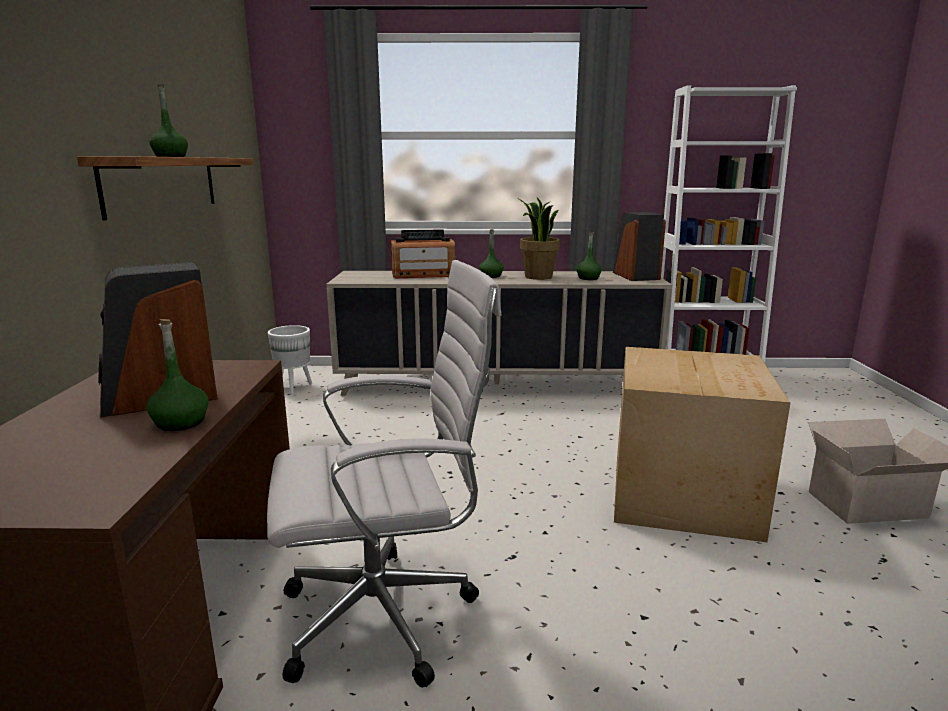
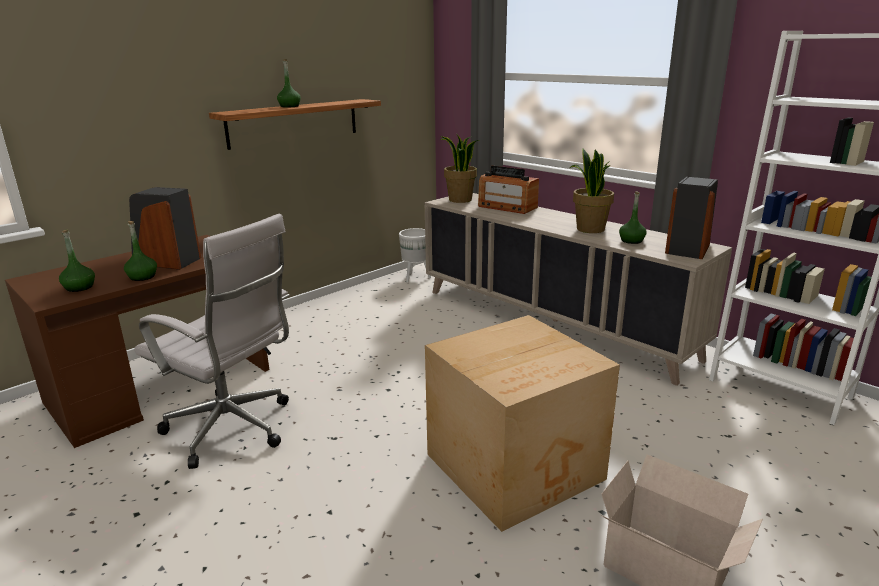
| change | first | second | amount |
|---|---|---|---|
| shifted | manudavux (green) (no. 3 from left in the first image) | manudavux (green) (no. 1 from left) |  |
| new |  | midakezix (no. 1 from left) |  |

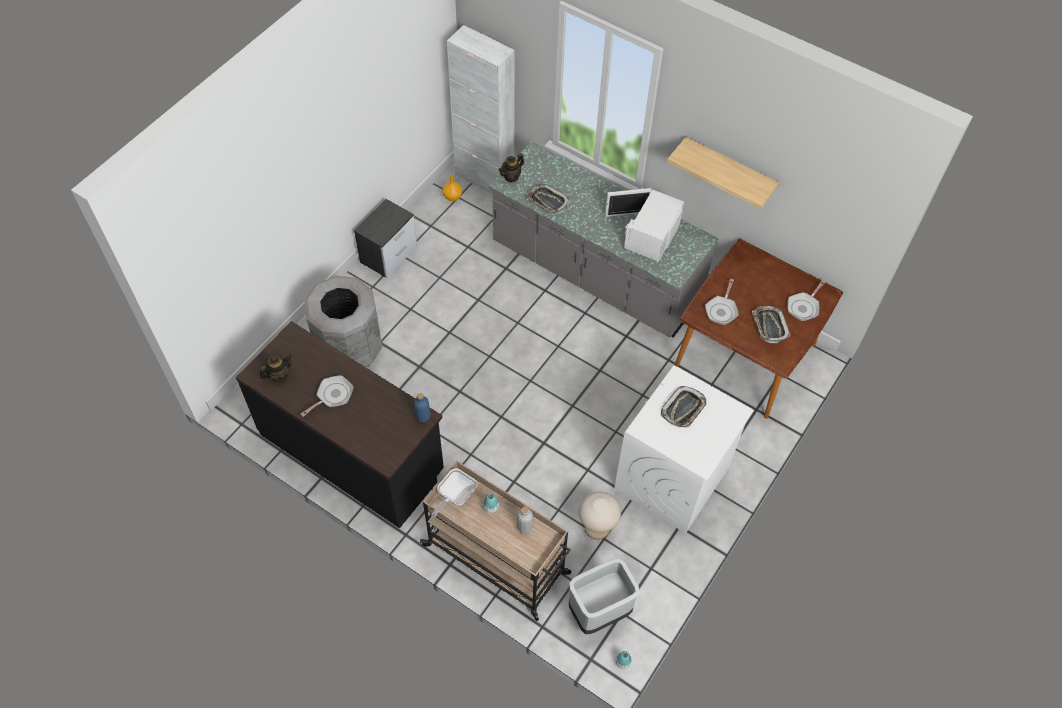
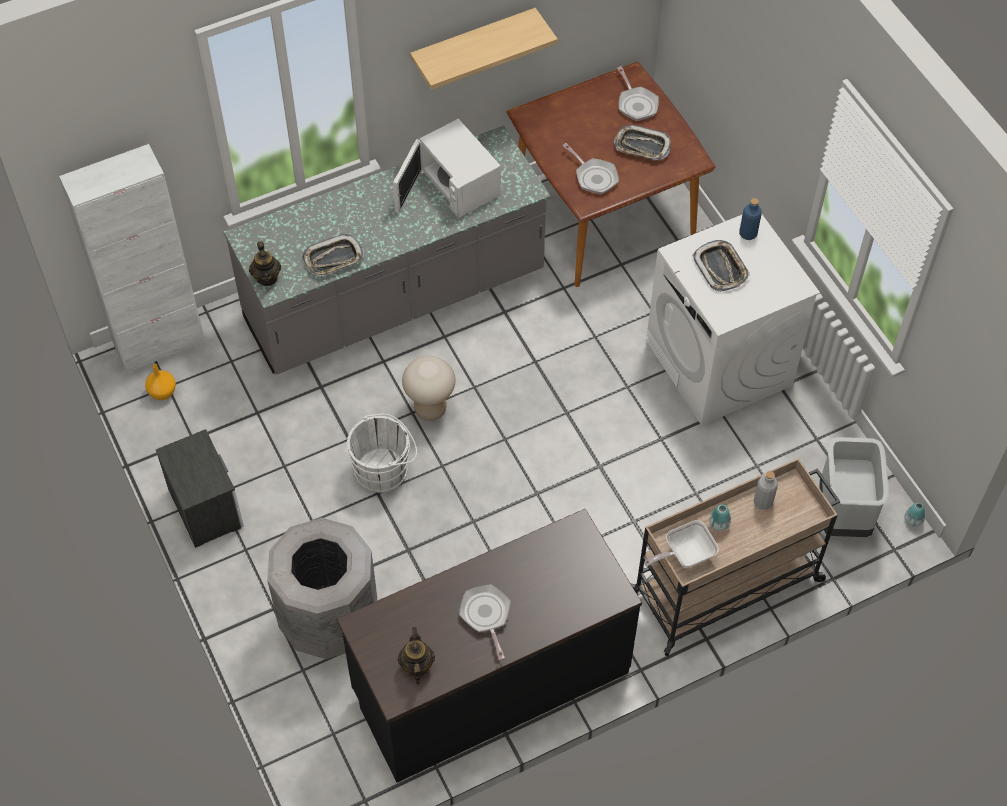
| change | first | second | amount |
|---|---|---|---|
| shifted | manudavux (blue) |  |  |
| rotated | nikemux (no. 2 from left in the first image) | nikemux (no. 4 from left) | 90 degrees clockwise |
| shifted | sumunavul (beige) |  |  |
| new |  | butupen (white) |  |

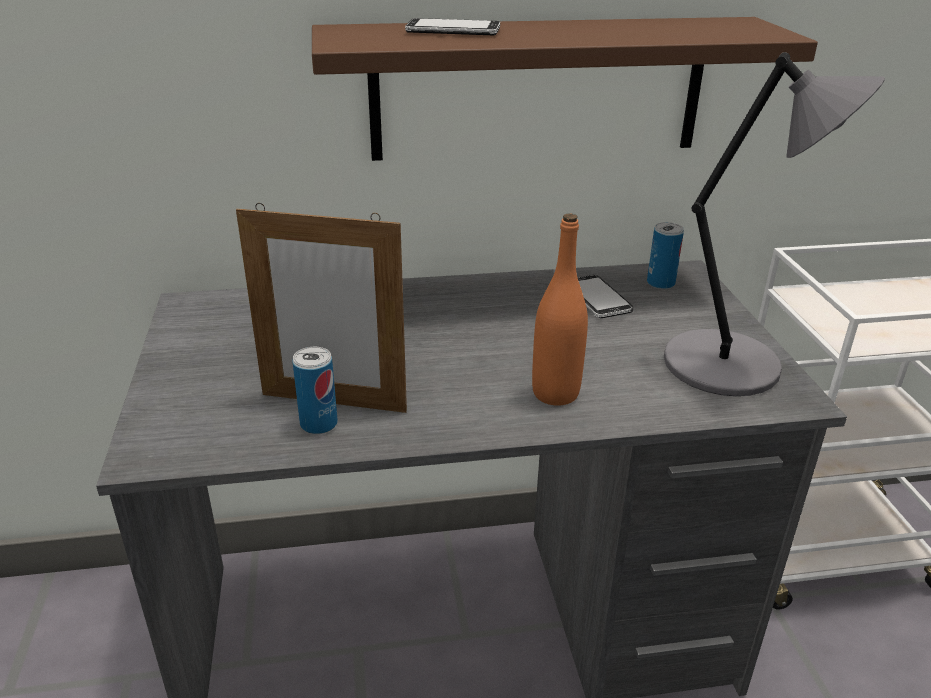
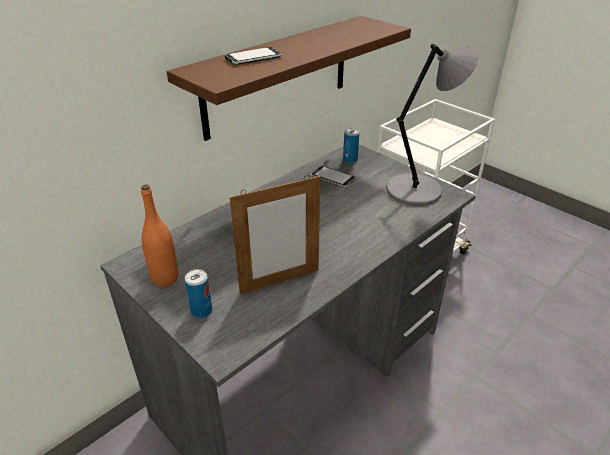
| change | first | second | amount |
|---|---|---|---|
| shifted | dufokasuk (no. 1 from left) |  |  |
| shifted | manudavux (orange) |  |  |

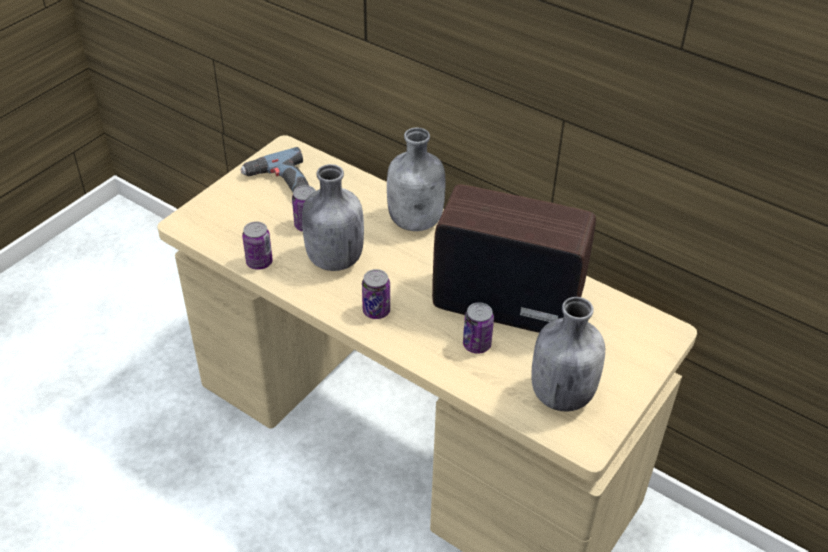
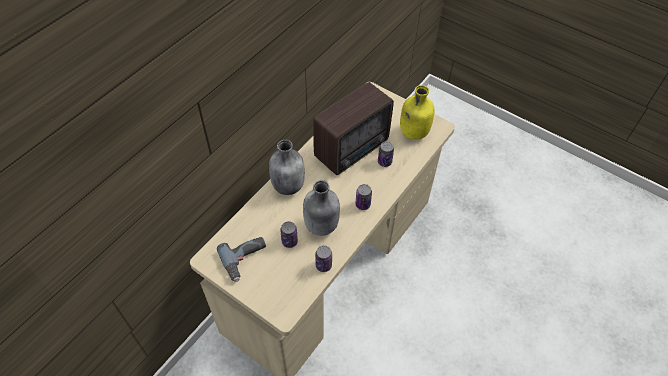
| change | first | second | amount |
|---|---|---|---|
| rotated | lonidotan |  | 150 degrees counterclockwise |
| repainted | manudavux (grey) (no. 3 from left) | manudavux (yellow) |  |

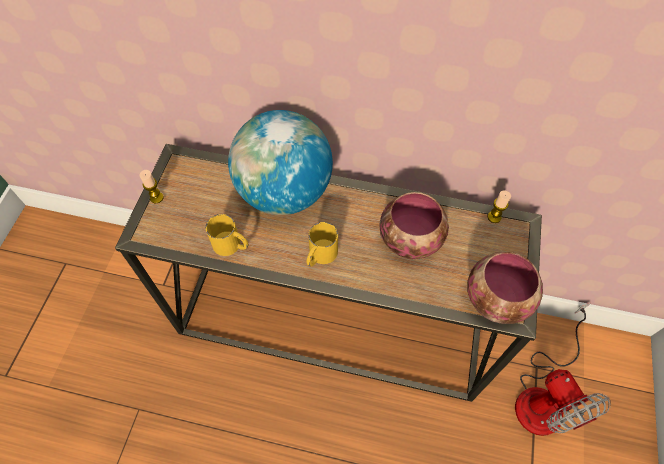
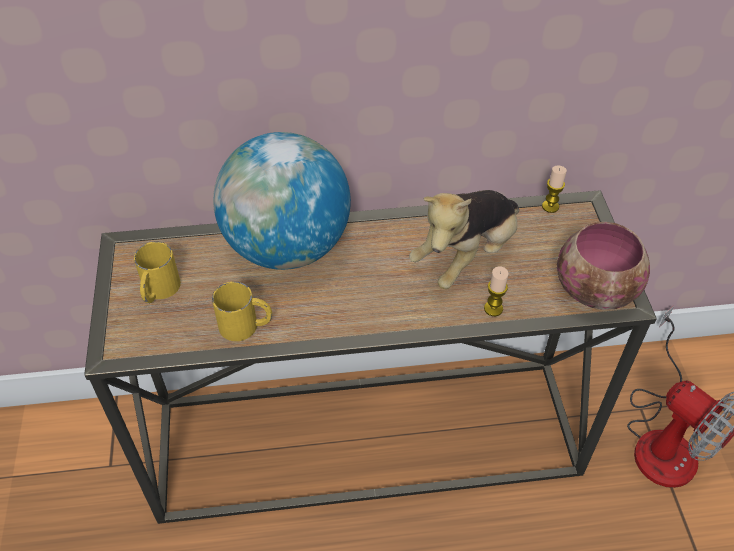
| change | first | second | amount |
|---|---|---|---|
| shifted | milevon (no. 1 from left) |  |  |
| shifted | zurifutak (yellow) (no. 2 from left in the first image) | zurifutak (yellow) (no. 1 from left) |  |
| swapped | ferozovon (no. 1 from left) | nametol |  |

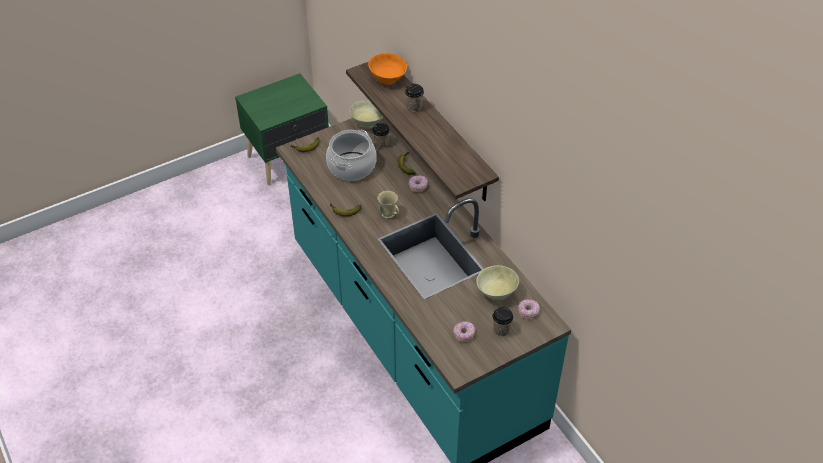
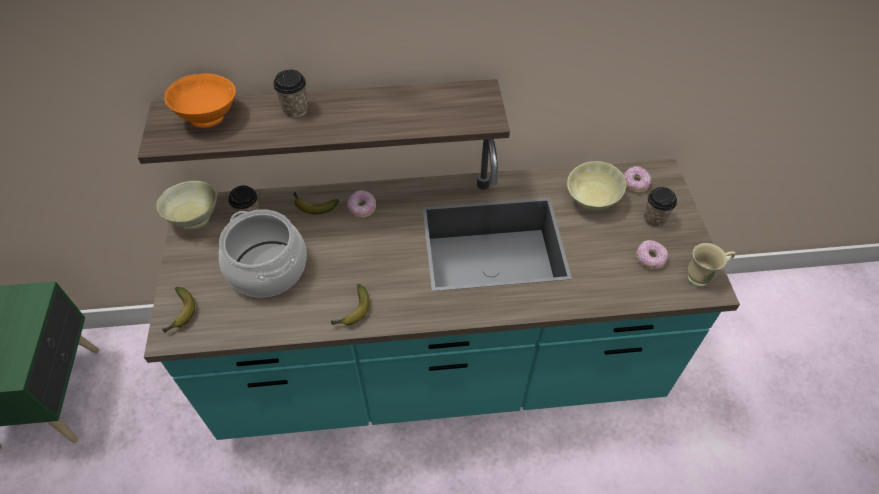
| change | first | second | amount |
|---|---|---|---|
| shifted | zurifutak (beige) |  |  |

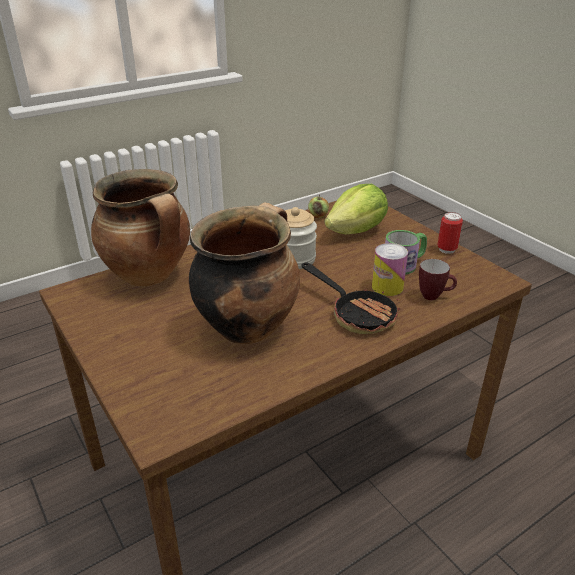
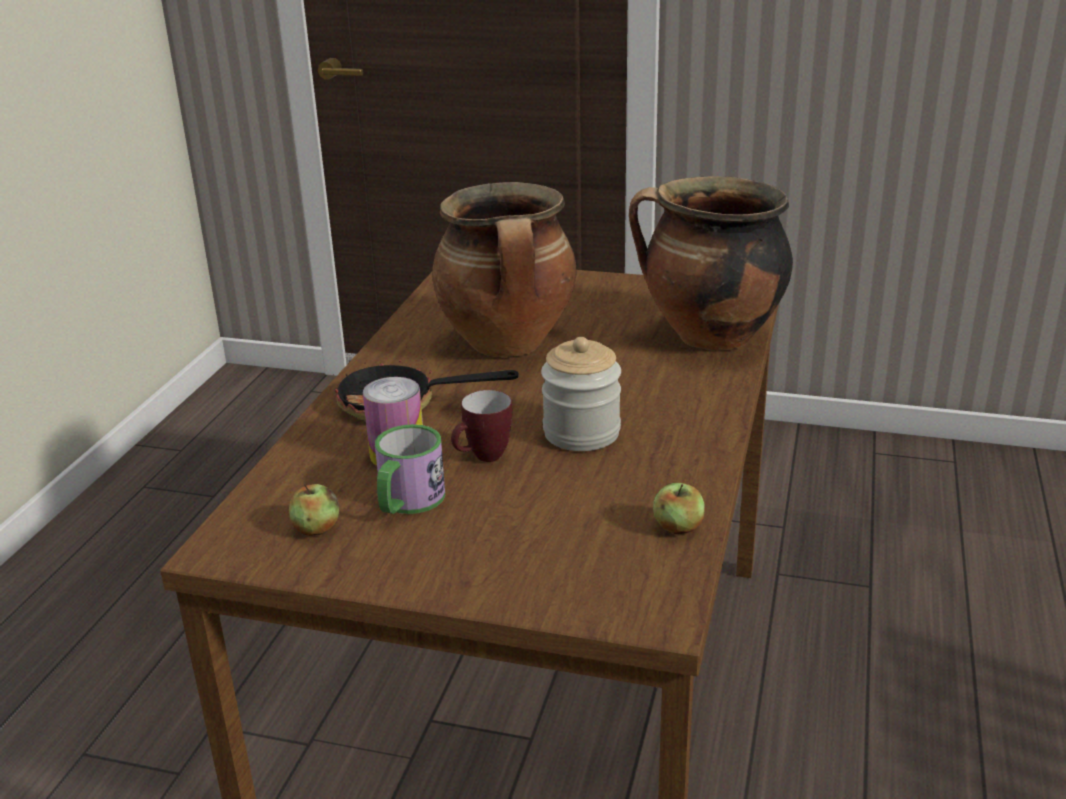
| change | first | second | amount |
|---|---|---|---|
| gone | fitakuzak |  |  |
| shifted | zurifutak (no. 2 from left) |  |  |
| gone | dufokasuk (no. 2 from left) |  |  |
| new |  | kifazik (no. 1 from left) |  |

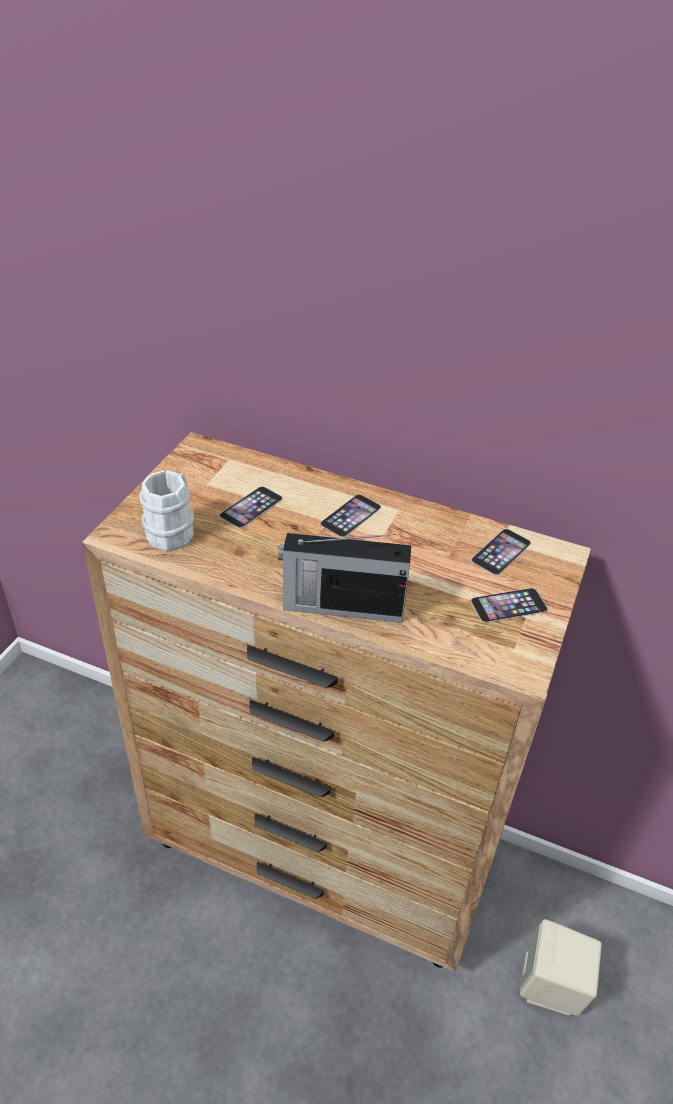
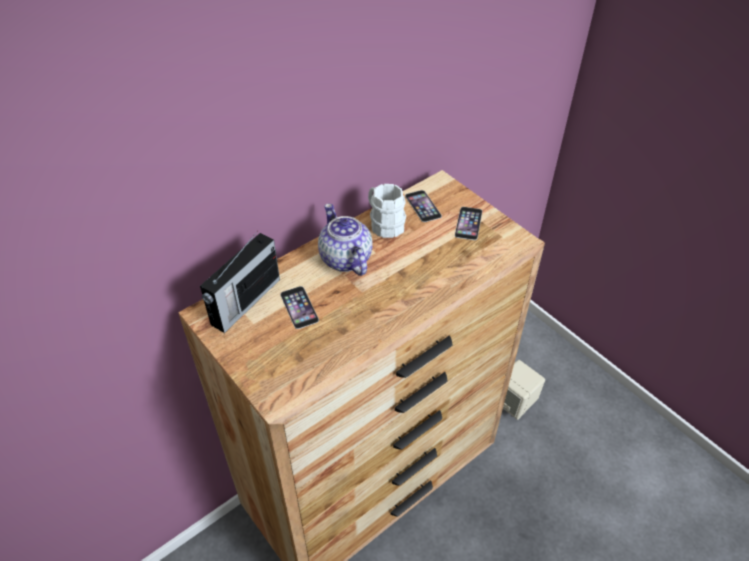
| change | first | second | amount |
|---|---|---|---|
| shifted | zurifutak (white) |  |  |
| shifted | lonidotan |  |  |
| swapped | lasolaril (no. 2 from left) | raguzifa |  |

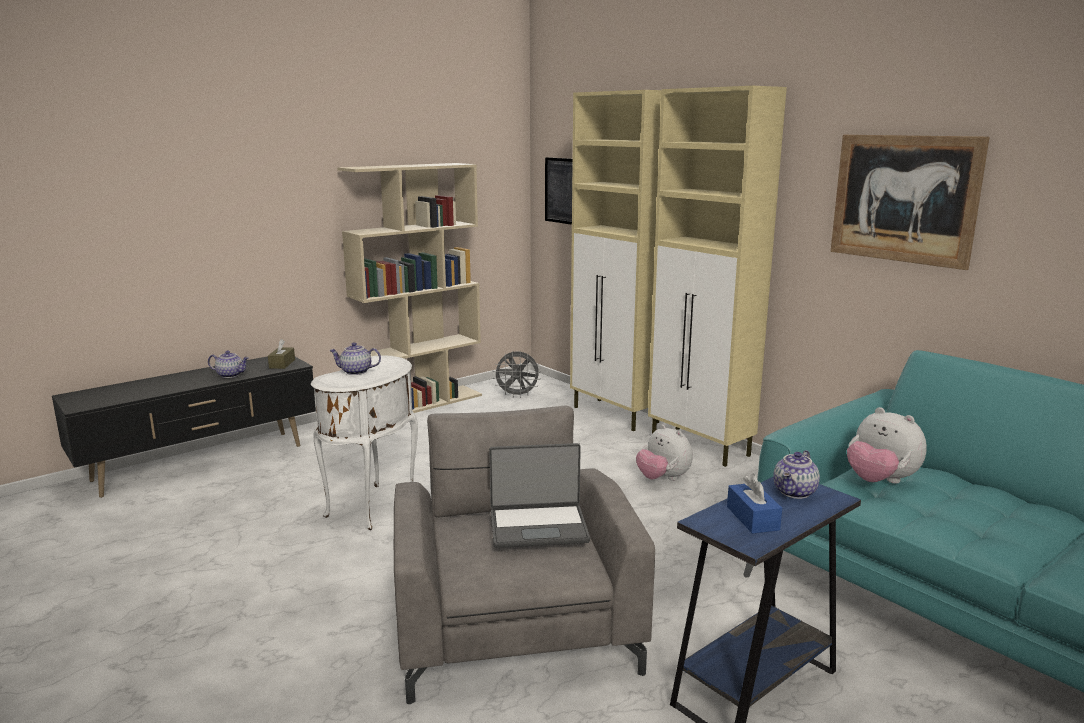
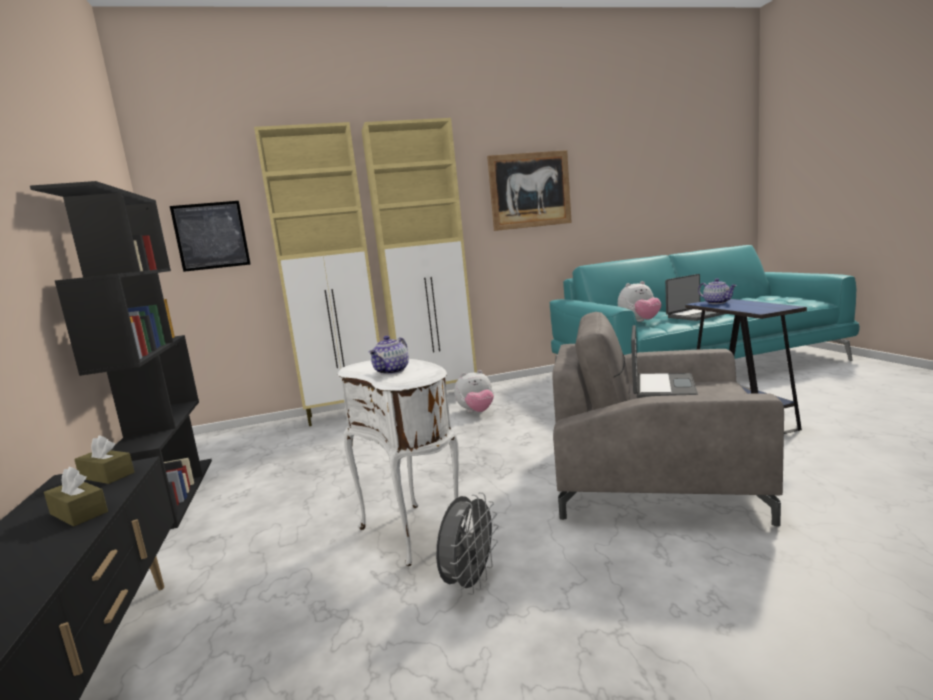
| change | first | second | amount |
|---|---|---|---|
| swapped | raguzifa (no. 1 from left) | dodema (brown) (no. 1 from left) |  |
| repainted | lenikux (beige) | lenikux (black) |  |
| shifted | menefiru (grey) |  |  |
| gone | dodema (blue) |  |  |
| new |  | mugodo (no. 2 from left) |  |

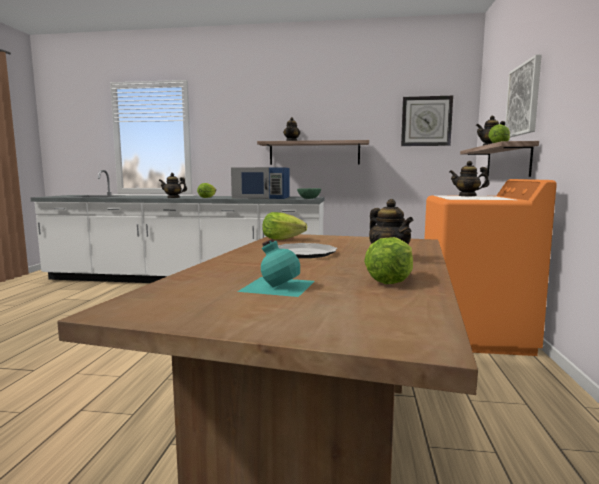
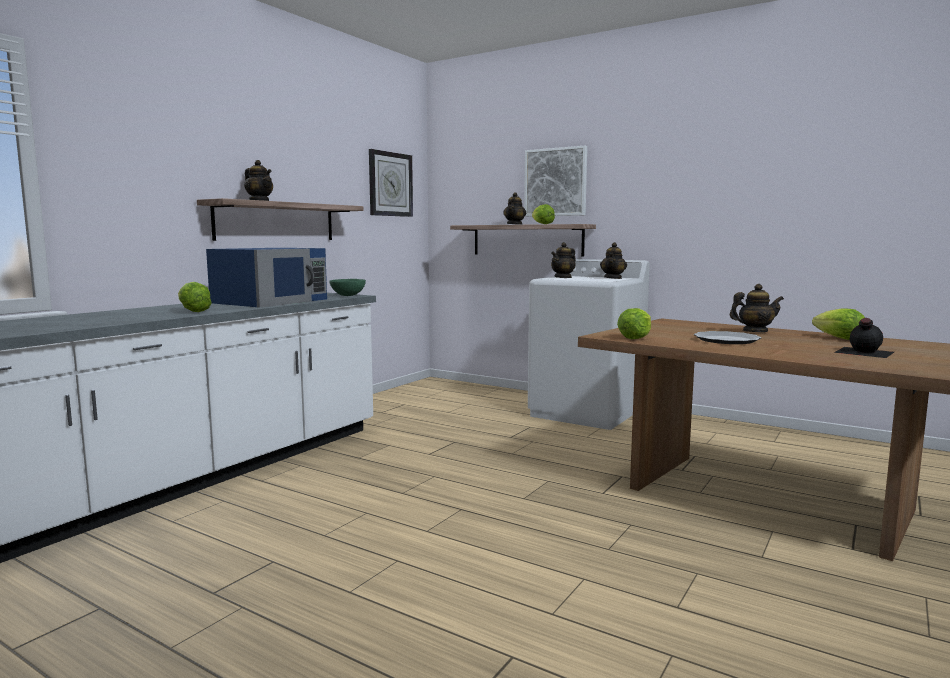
| change | first | second | amount |
|---|---|---|---|
| shifted | raguzifa (no. 1 from left in the first image) | raguzifa (no. 4 from left) |  |
| repainted | manudavux (turquoise) | manudavux (black) |  |
| repainted | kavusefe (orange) | kavusefe (white) |  |

